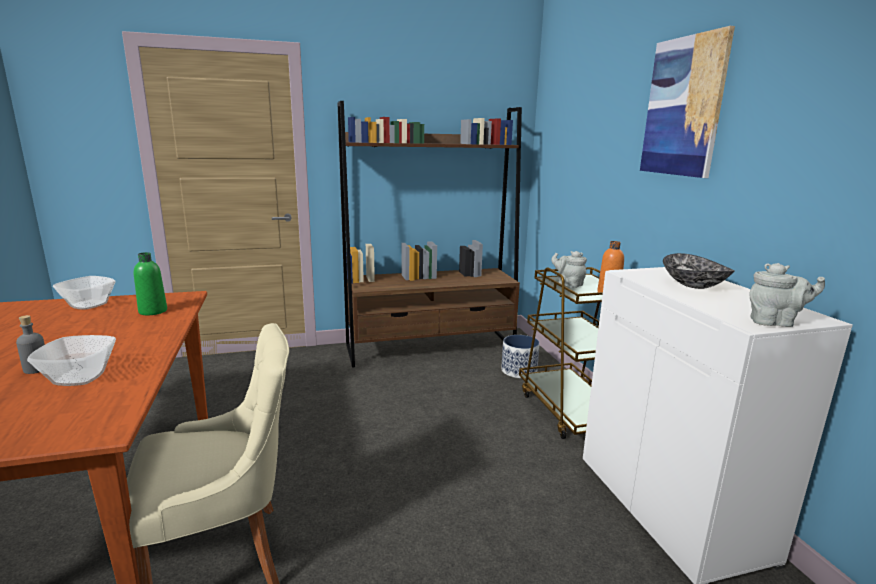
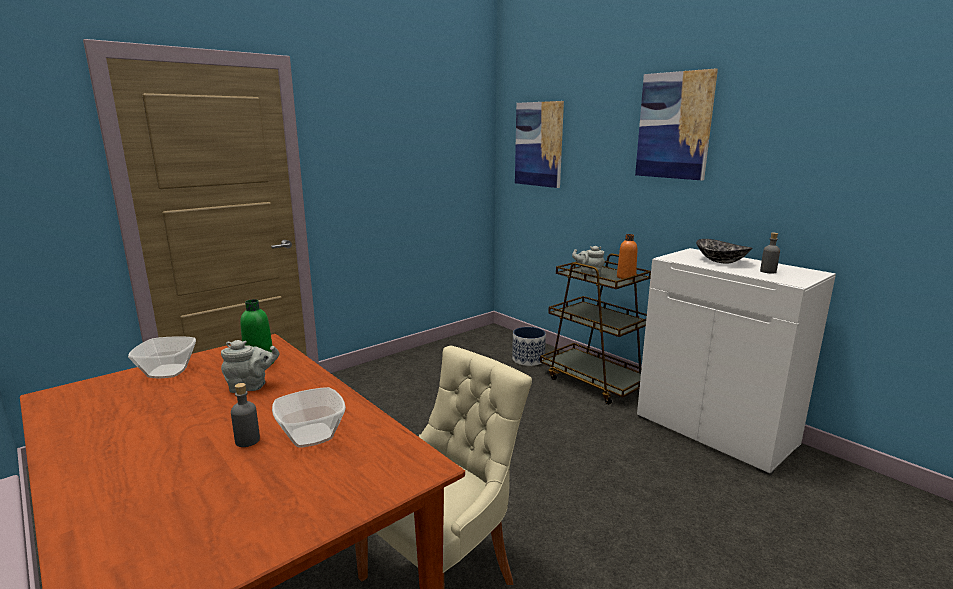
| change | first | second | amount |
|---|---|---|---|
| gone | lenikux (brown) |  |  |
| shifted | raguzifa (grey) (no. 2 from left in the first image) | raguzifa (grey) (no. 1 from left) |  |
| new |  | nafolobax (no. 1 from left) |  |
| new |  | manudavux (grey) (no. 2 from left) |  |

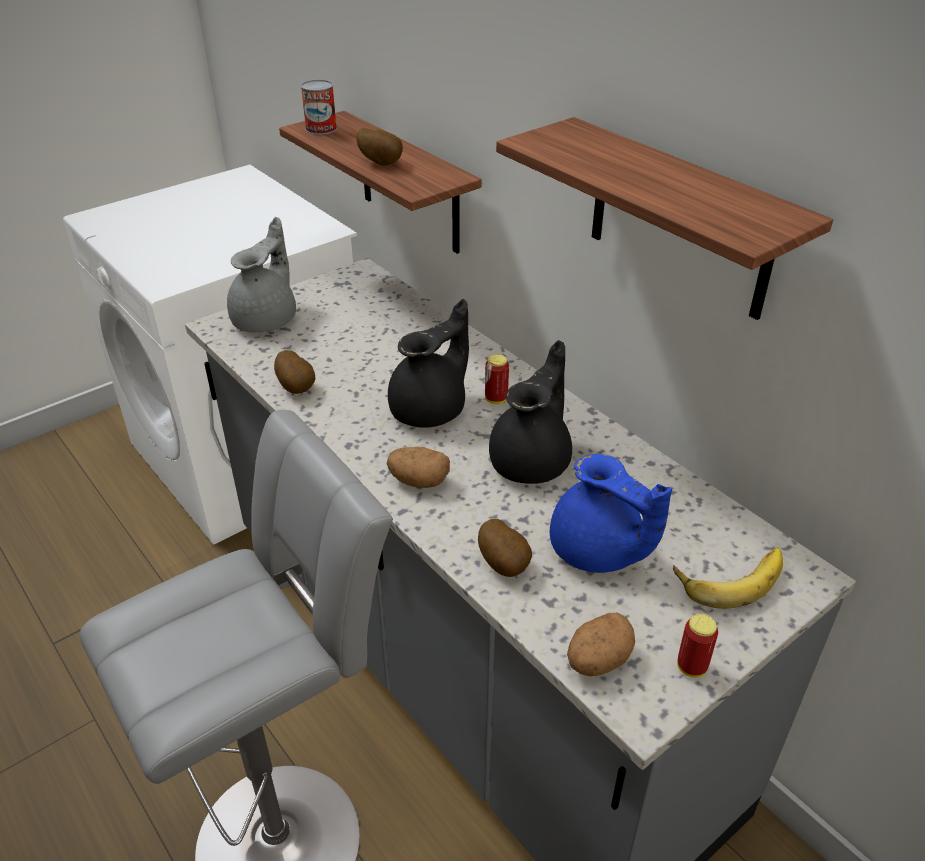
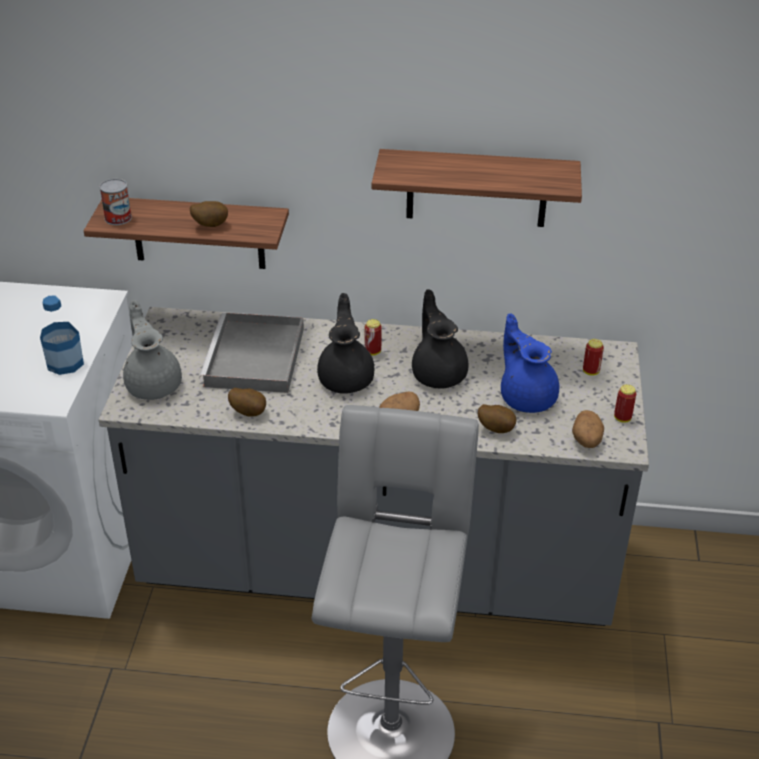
| change | first | second | amount |
|---|---|---|---|
| rotated | raguzifa (blue) |  | 120 degrees counterclockwise |
| swapped | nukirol | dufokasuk (no. 3 from left) |  |
| new |  | manudavux |  |
| new |  | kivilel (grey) |  |

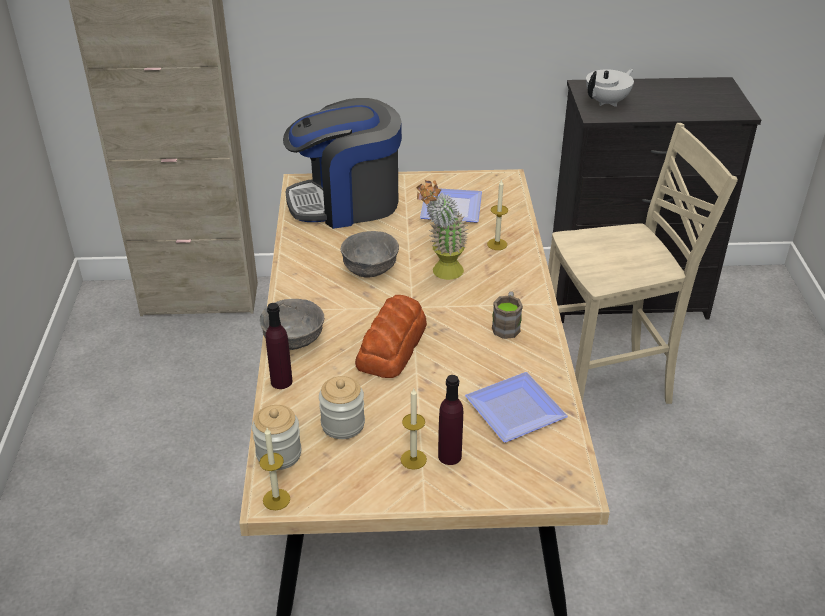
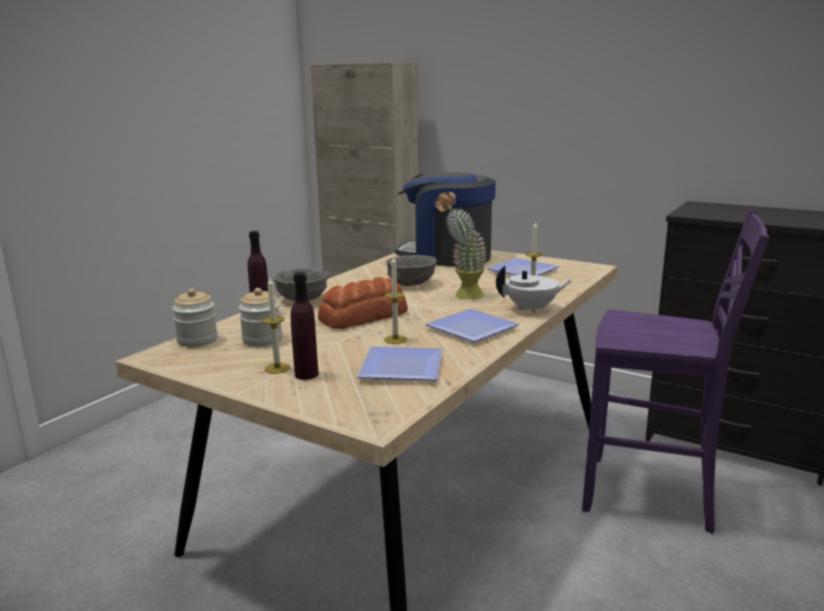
| change | first | second | amount |
|---|---|---|---|
| shifted | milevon (no. 1 from left in the first image) | milevon (no. 2 from left) |  |
| swapped | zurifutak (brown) | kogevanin (no. 2 from left) |  |
| repainted | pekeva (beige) | pekeva (purple) |  |
| shifted | raguzifa (white) |  |  |

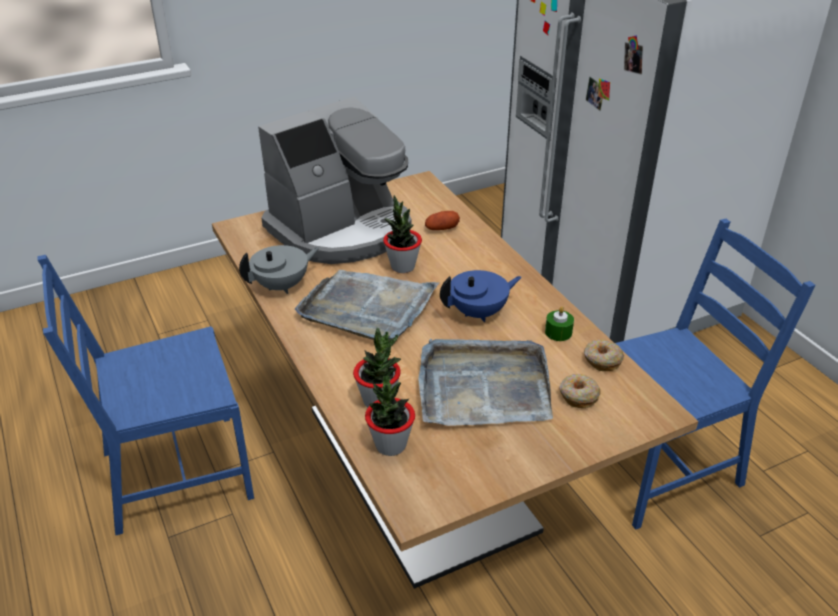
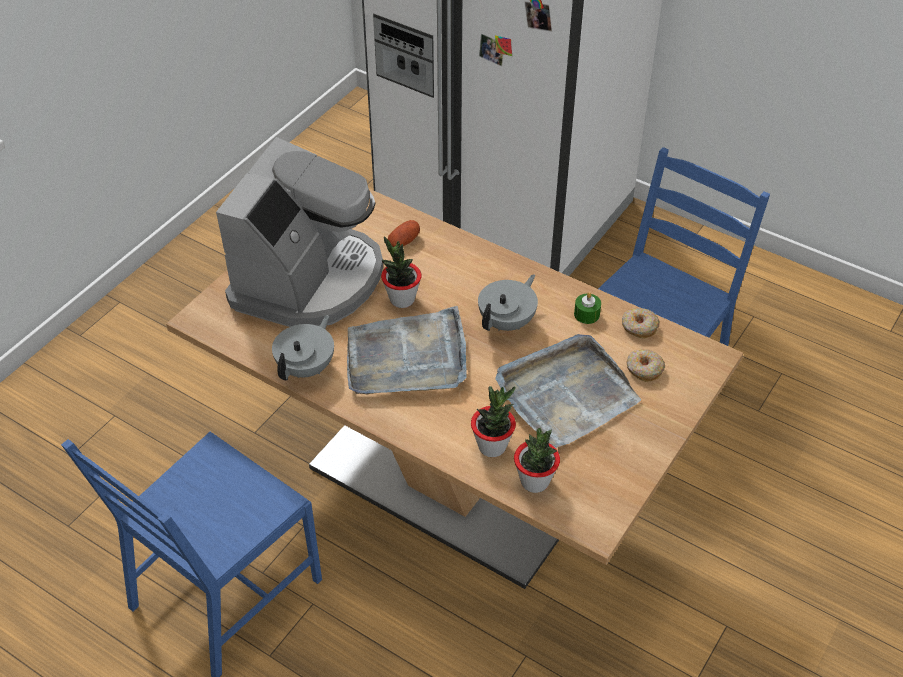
| change | first | second | amount |
|---|---|---|---|
| repainted | raguzifa (blue) | raguzifa (grey) (no. 2 from left) |  |

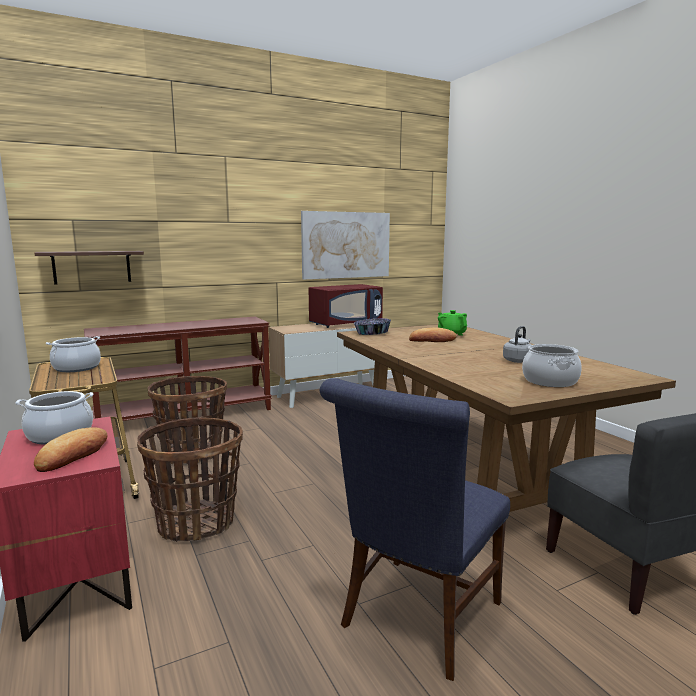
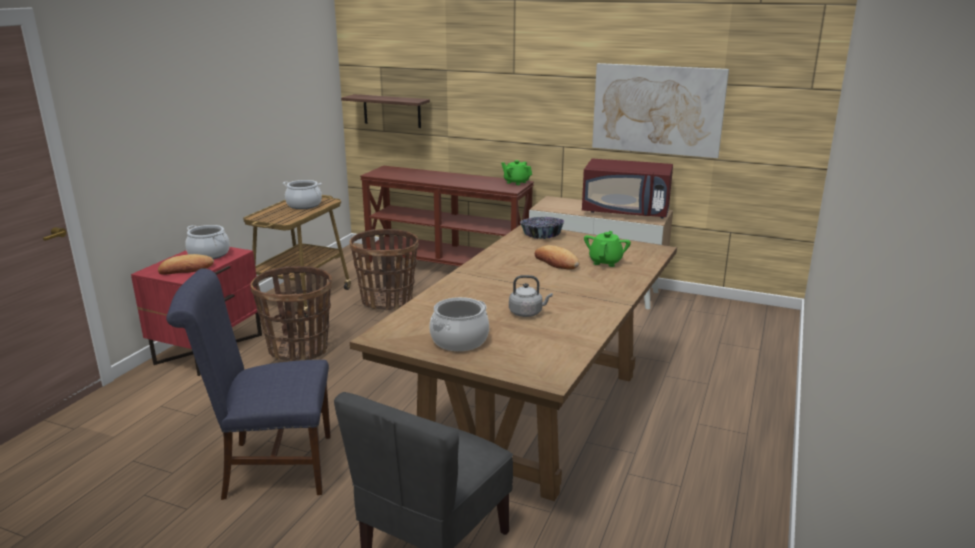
| change | first | second | amount |
|---|---|---|---|
| new |  | raguzifa (green) (no. 1 from left) |  |

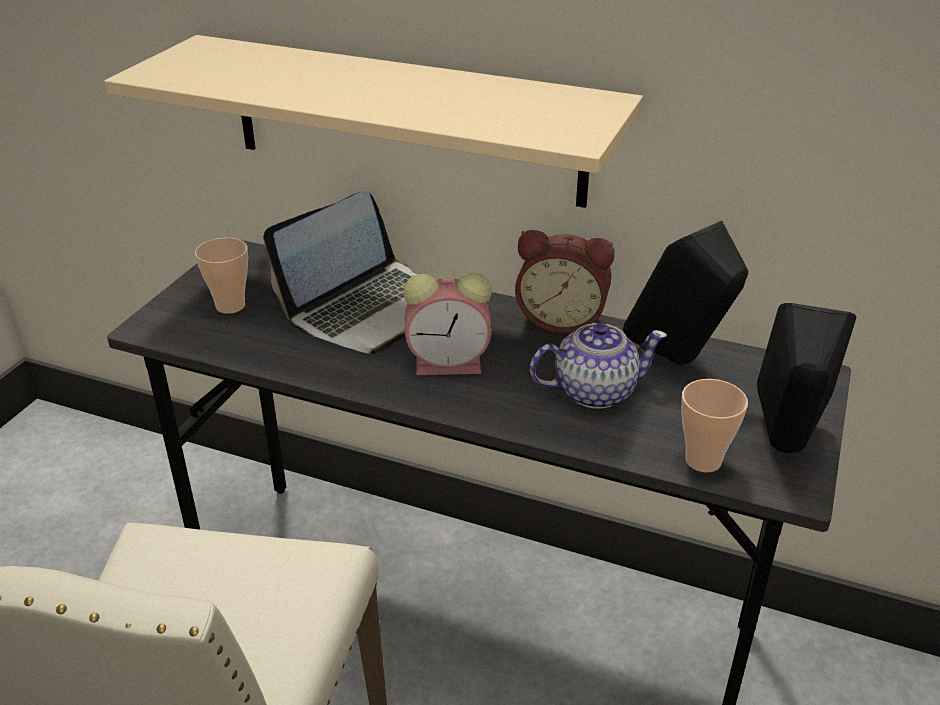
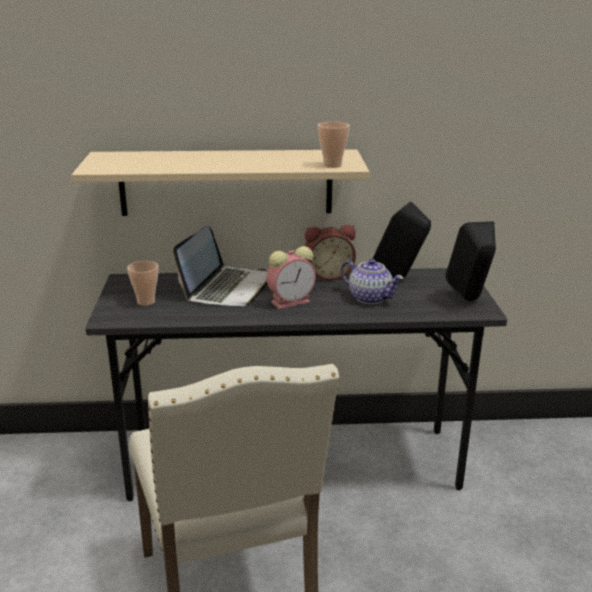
| change | first | second | amount |
|---|---|---|---|
| rotated | raguzifa |  | 75 degrees clockwise |
| shifted | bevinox (no. 2 from left) |  |  |

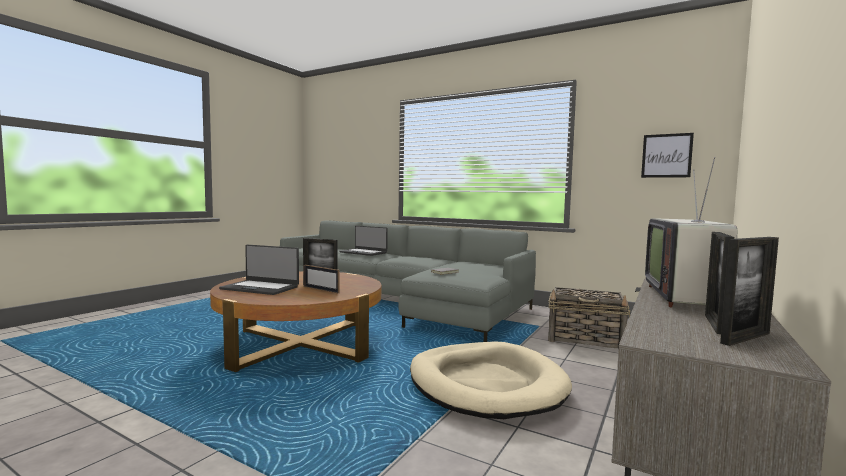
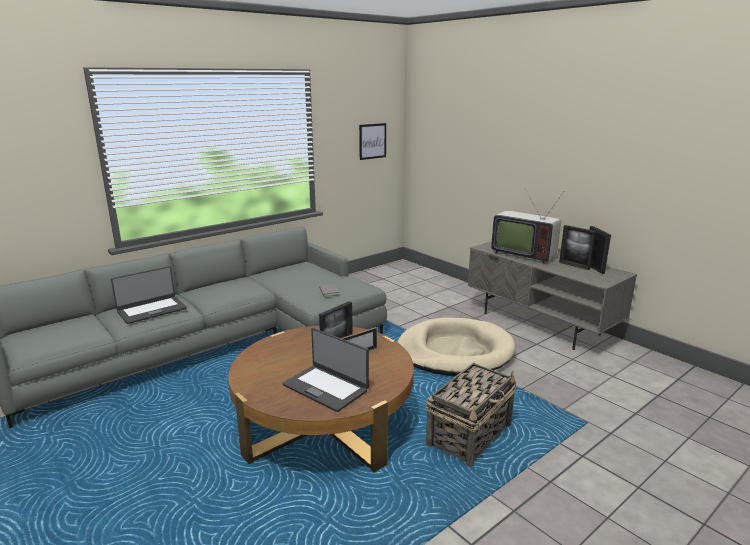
| change | first | second | amount |
|---|---|---|---|
| rotated | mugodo (no. 1 from left in the first image) | mugodo (no. 2 from left) | 90 degrees clockwise |
| shifted | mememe |  |  |

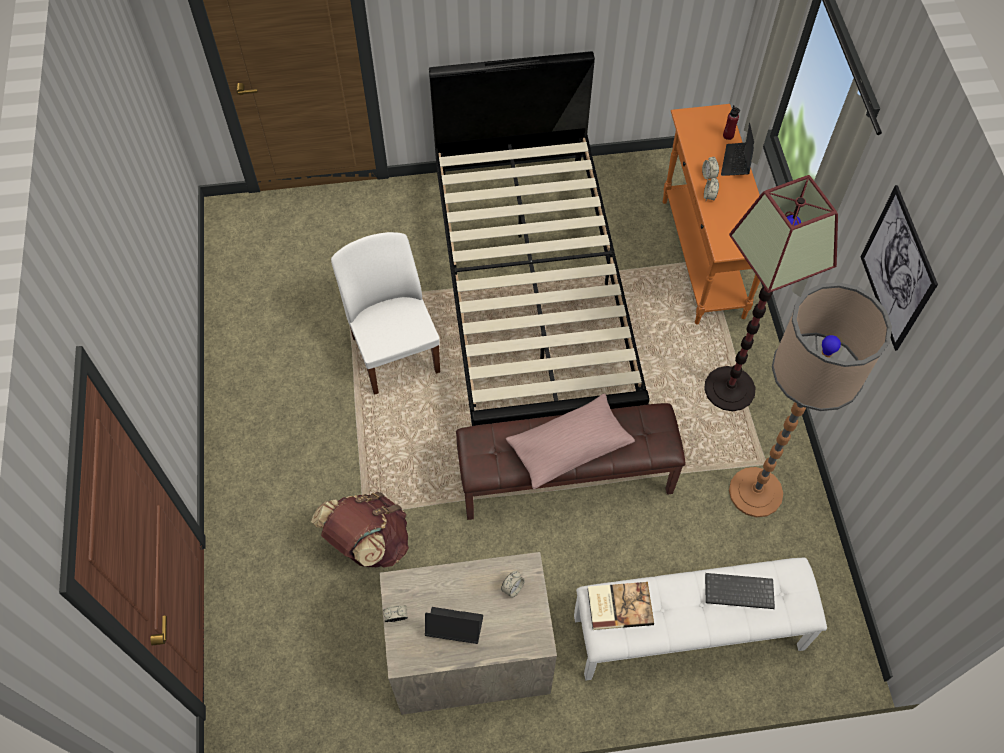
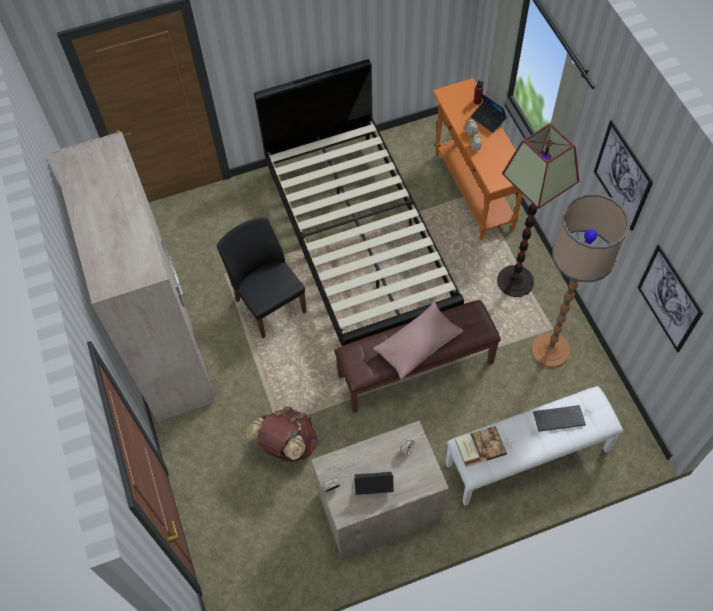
| change | first | second | amount |
|---|---|---|---|
| repainted | pekeva (white) | pekeva (black) |  |
| rotated | mugodo (no. 2 from left) |  | 45 degrees counterclockwise |
| new |  | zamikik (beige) |  |
| new |  | nafolobax (no. 2 from left) |  |

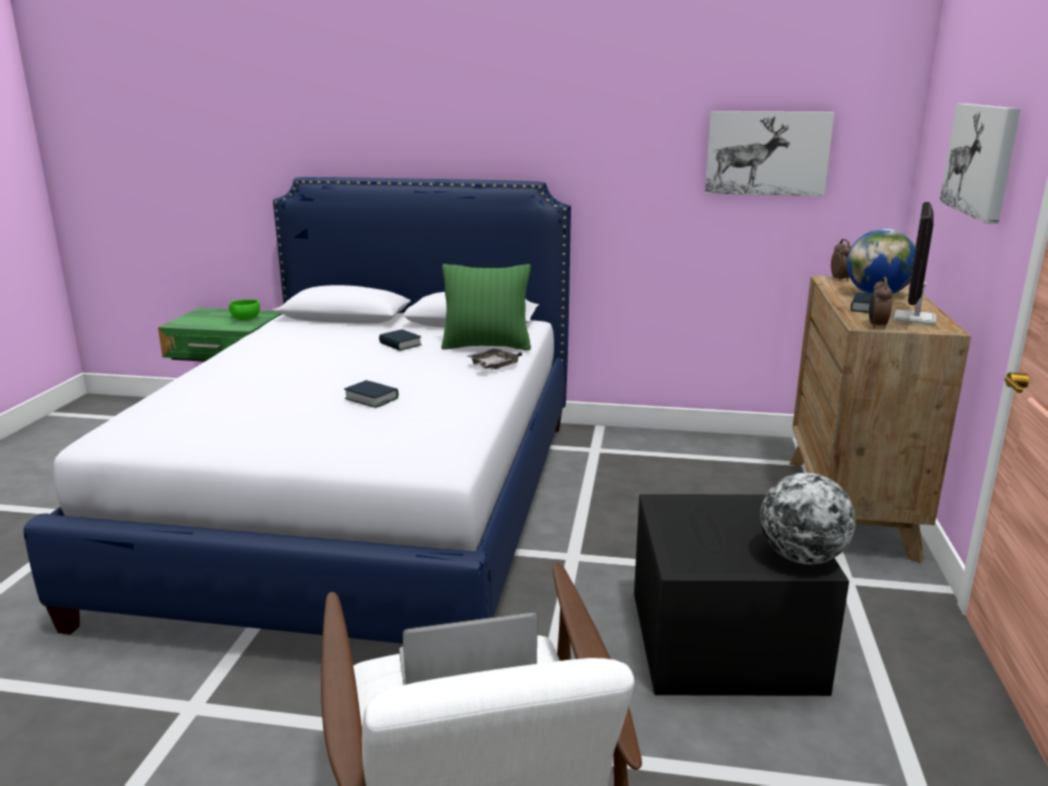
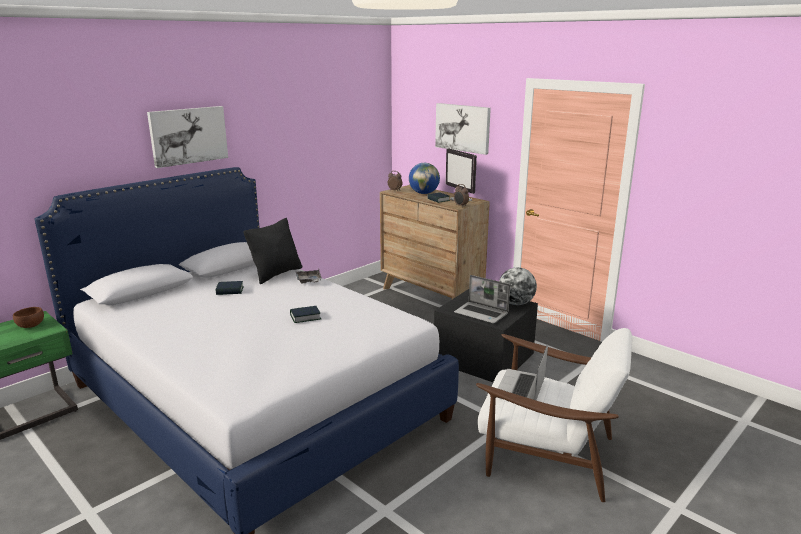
| change | first | second | amount |
|---|---|---|---|
| repainted | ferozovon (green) | ferozovon (brown) |  |
| repainted | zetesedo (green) | zetesedo (black) |  |
| shifted | nafolobax (no. 1 from left) |  |  |
| new |  | mugodo (no. 1 from left) |  |

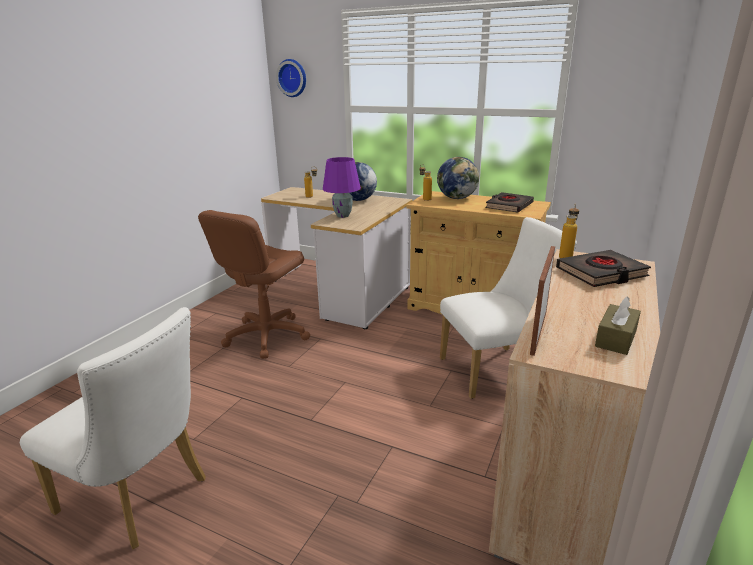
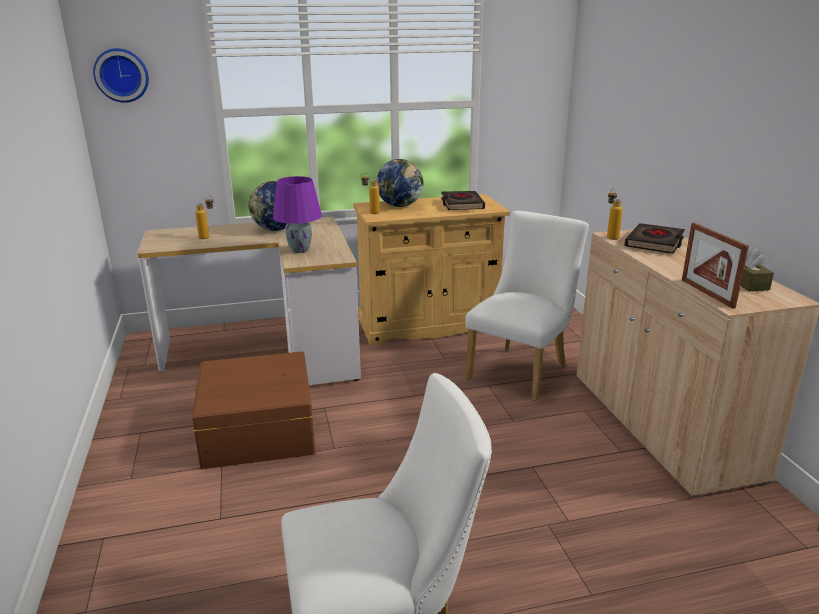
| change | first | second | amount |
|---|---|---|---|
| swapped | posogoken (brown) | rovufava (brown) |  |

